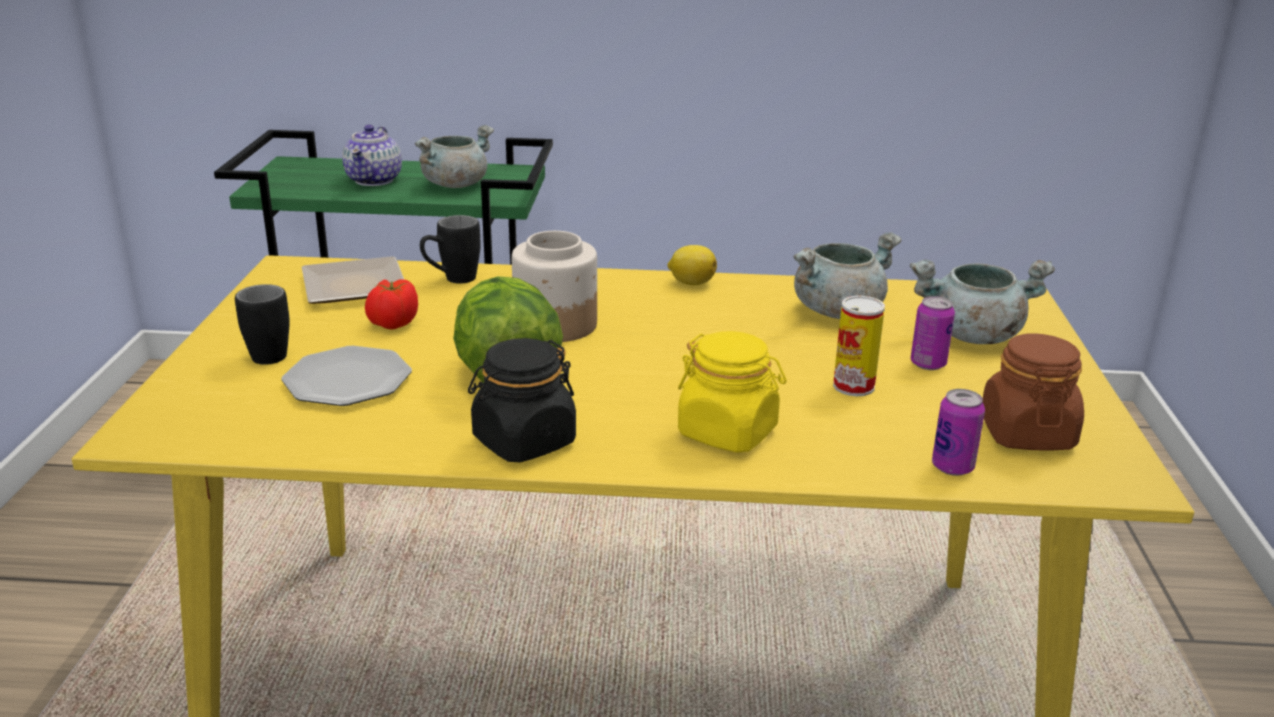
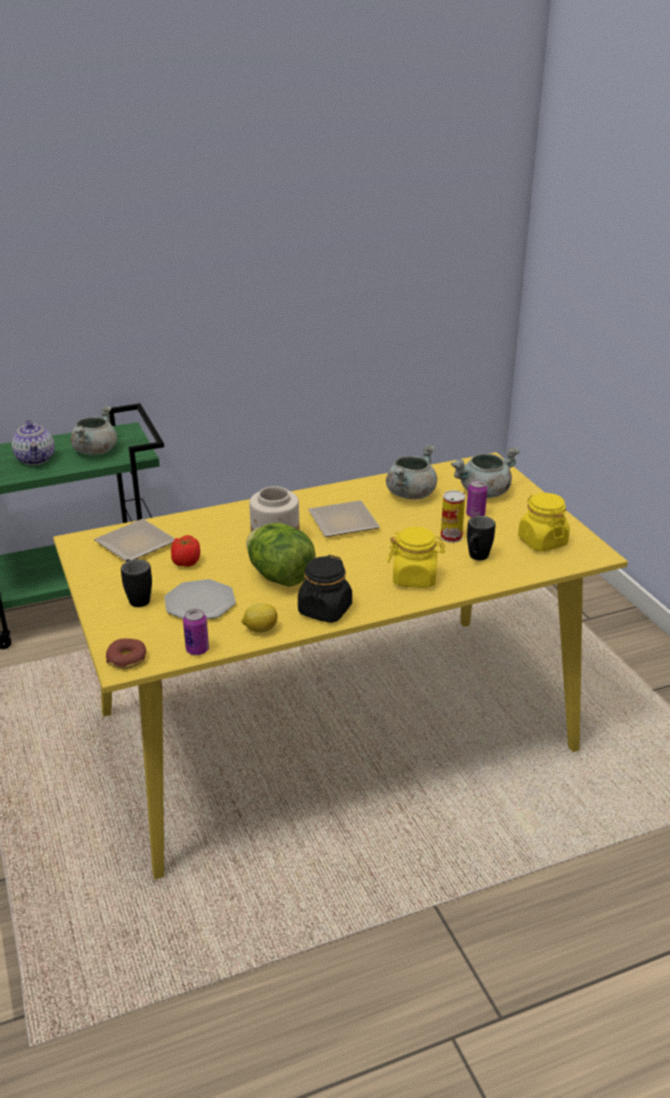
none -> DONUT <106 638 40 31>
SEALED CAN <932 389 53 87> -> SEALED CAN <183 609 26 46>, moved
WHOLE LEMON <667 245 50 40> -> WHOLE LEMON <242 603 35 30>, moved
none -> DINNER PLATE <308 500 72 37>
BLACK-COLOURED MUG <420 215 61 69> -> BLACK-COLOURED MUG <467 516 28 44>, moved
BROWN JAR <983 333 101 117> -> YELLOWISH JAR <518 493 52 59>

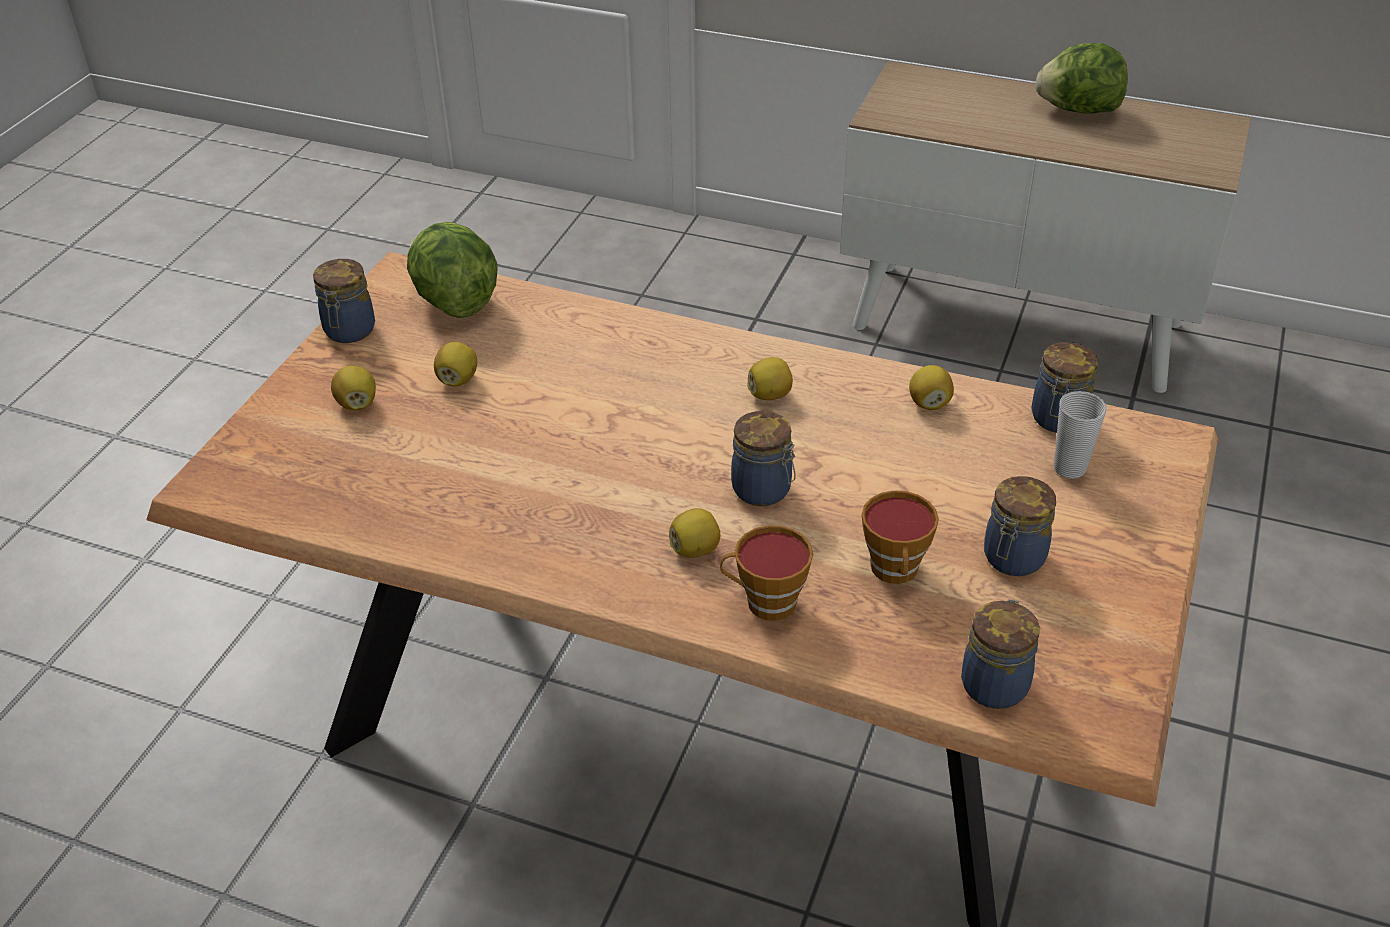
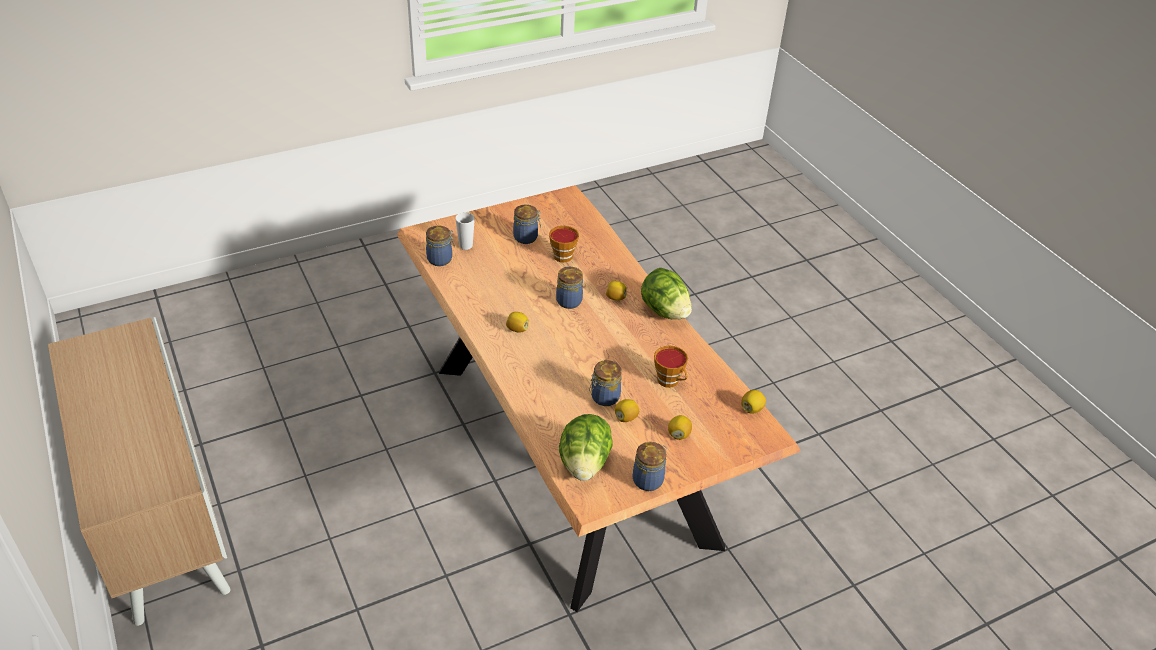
JAR <961 599 79 110> -> JAR <589 360 33 46>, moved
LETTUCE <1036 43 92 71> -> LETTUCE <641 268 51 51>, moved
DRINKING CUP <720 525 93 96> -> DRINKING CUP <654 346 34 42>, moved
WHOLE LEMON <909 365 45 45> -> WHOLE LEMON <741 390 25 23>, moved

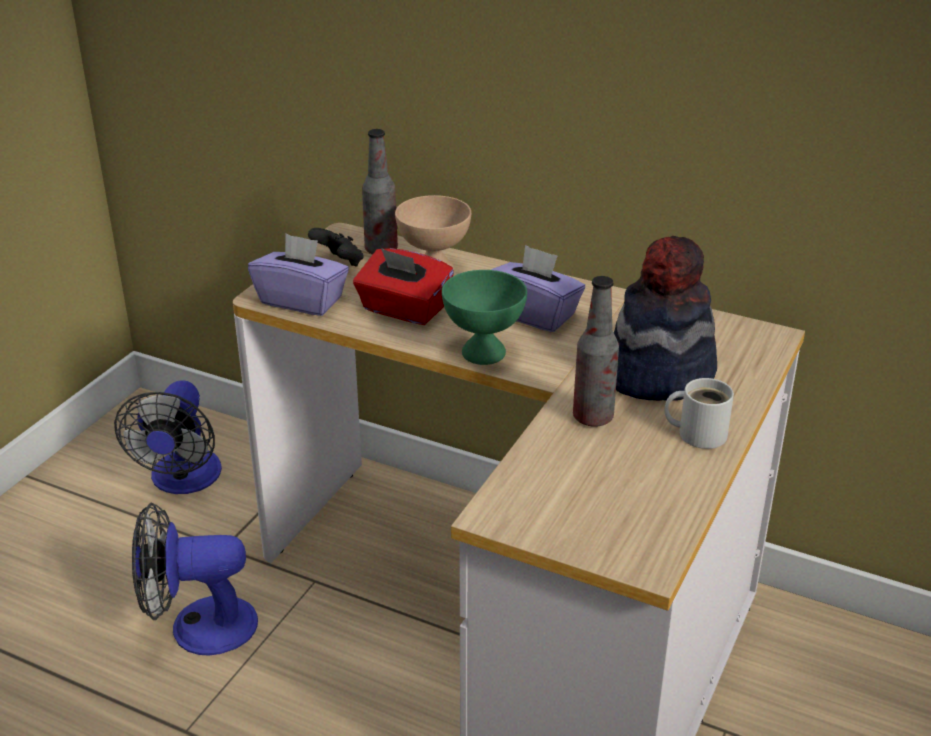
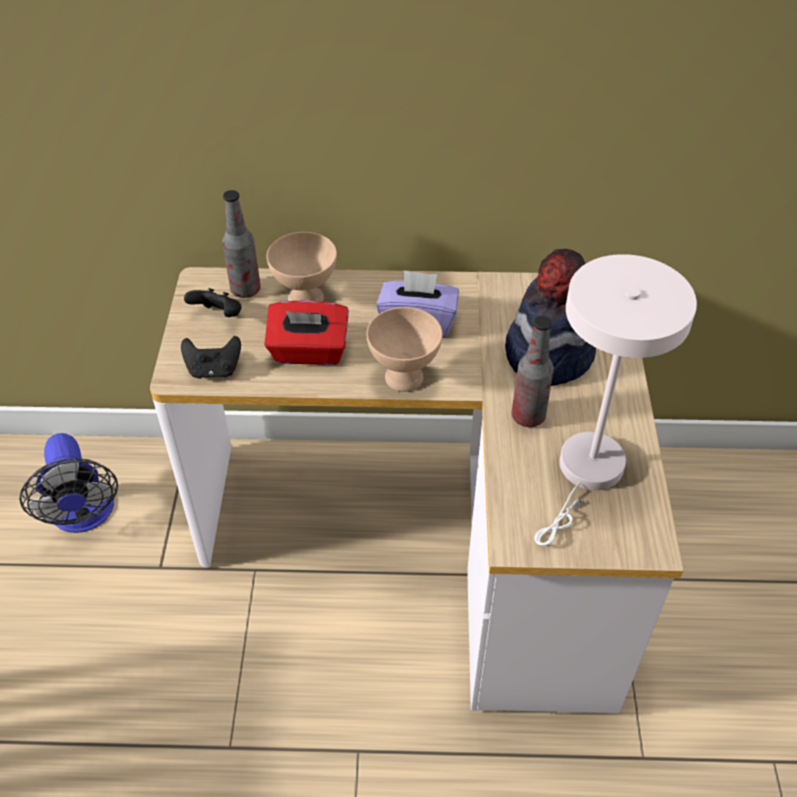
PURPLE TISSUE HOLDER <248 234 101 82> -> BLACK-COLOURED JOYPAD <181 336 60 43>
GREEN-COLOURED DEEP DISH <442 270 85 95> -> SAND-COLOURED DEEP DISH <366 307 76 85>
none -> WHITISH LAMP FOR A TABLE <535 254 162 292>
FAN <132 503 126 153> -> none
WHITISH MUG <664 378 70 71> -> none

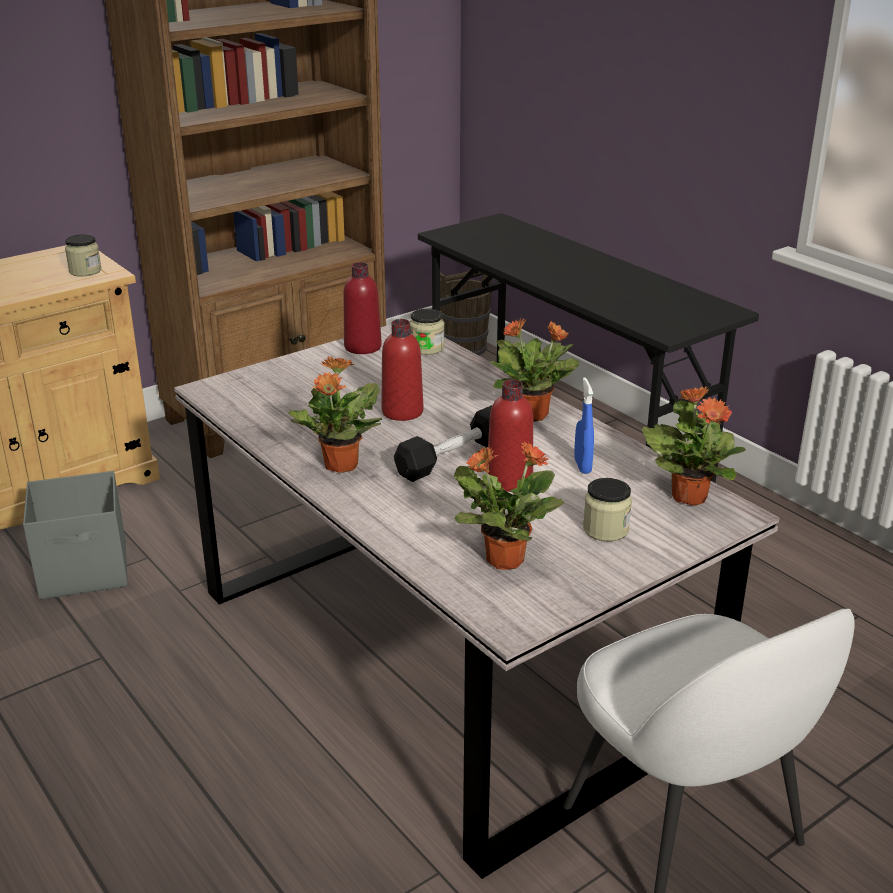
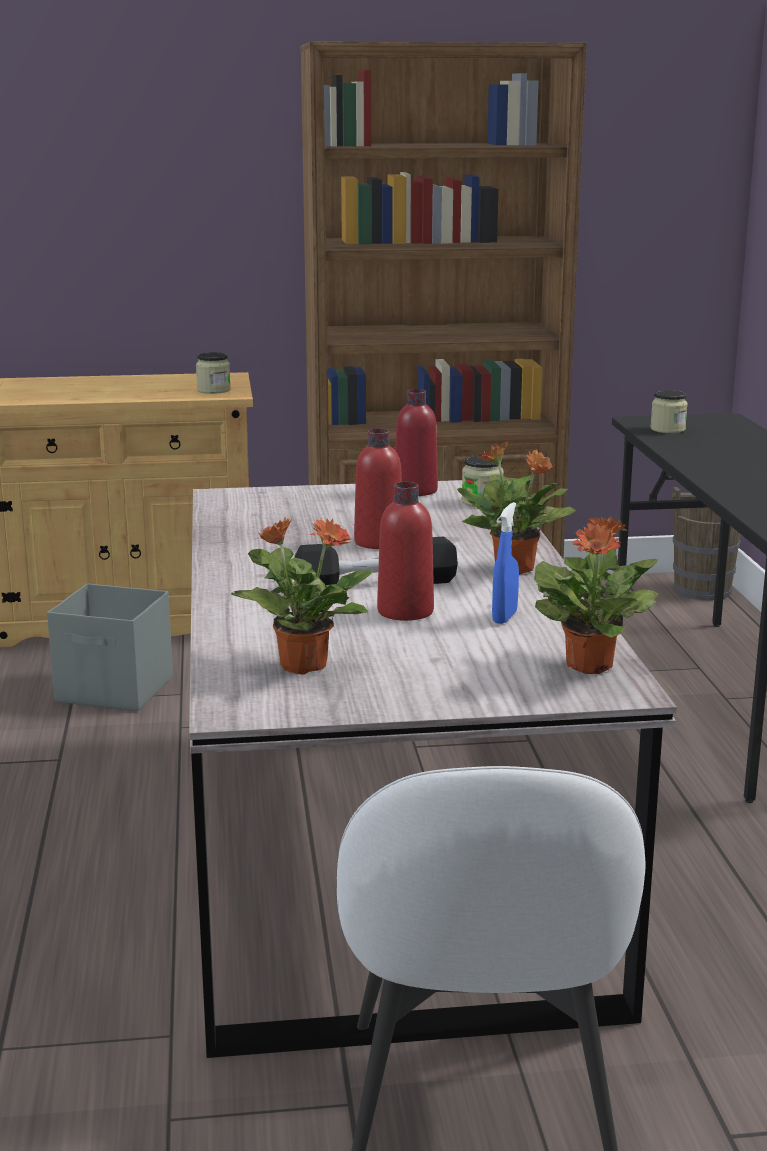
JAR <583 478 49 64> -> JAR <650 390 38 43>, moved
HOUSEPLANT <289 356 93 117> -> none

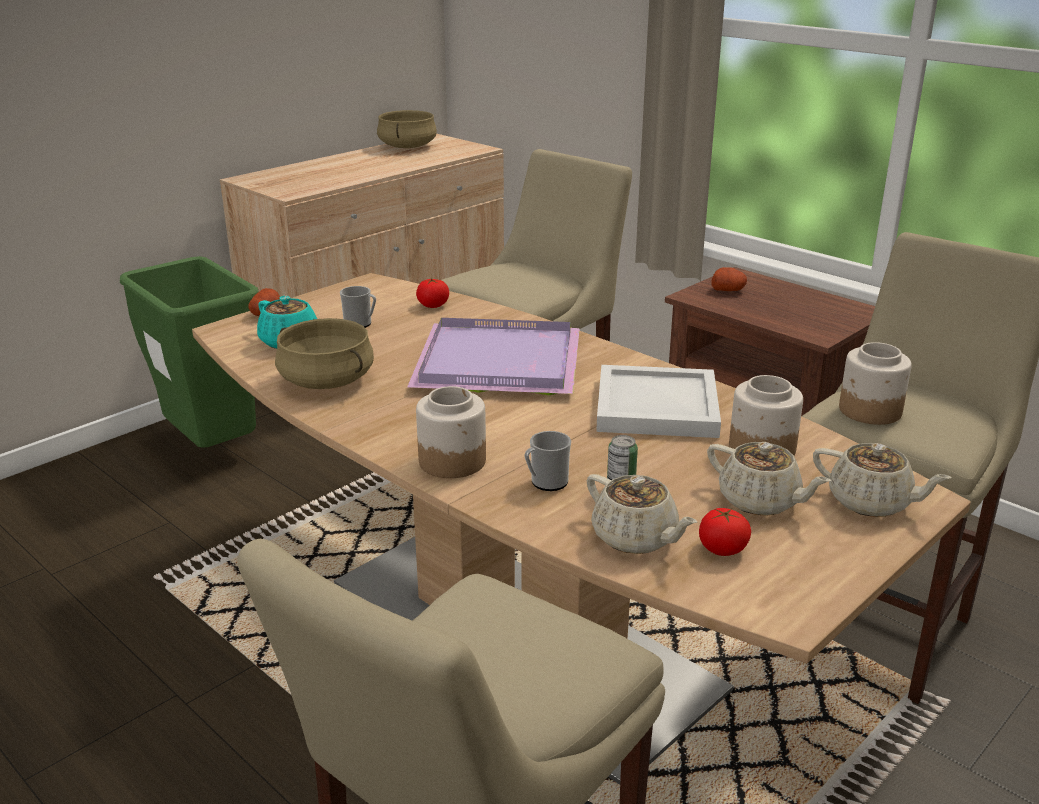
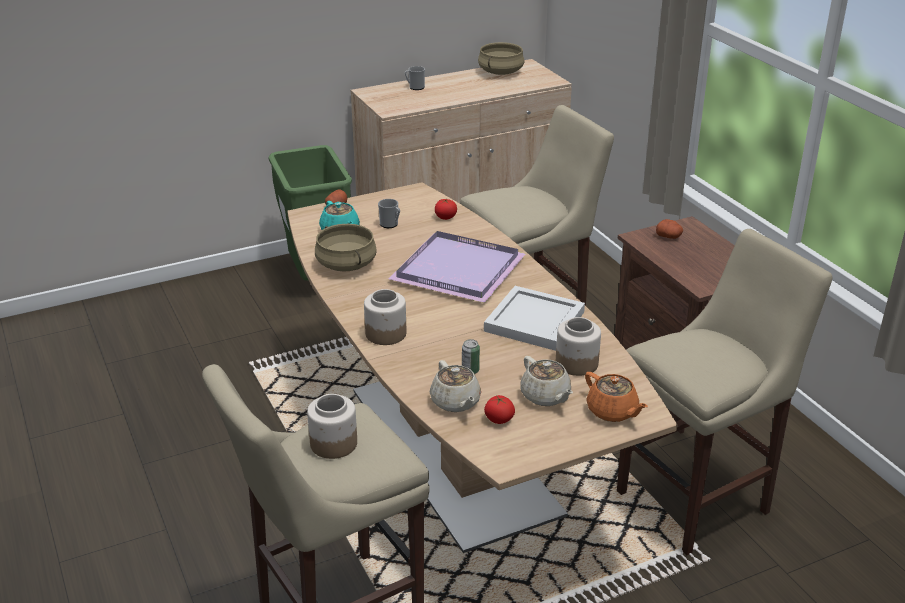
JAR <839 342 73 83> -> JAR <307 394 50 65>, moved
MUG <524 431 47 60> -> MUG <405 66 20 24>, moved
SAND-COLOURED TEAPOT <813 443 139 74> -> ORANGE TEAPOT <585 372 63 50>

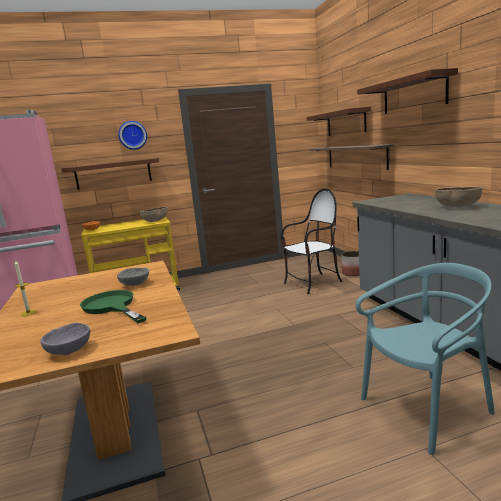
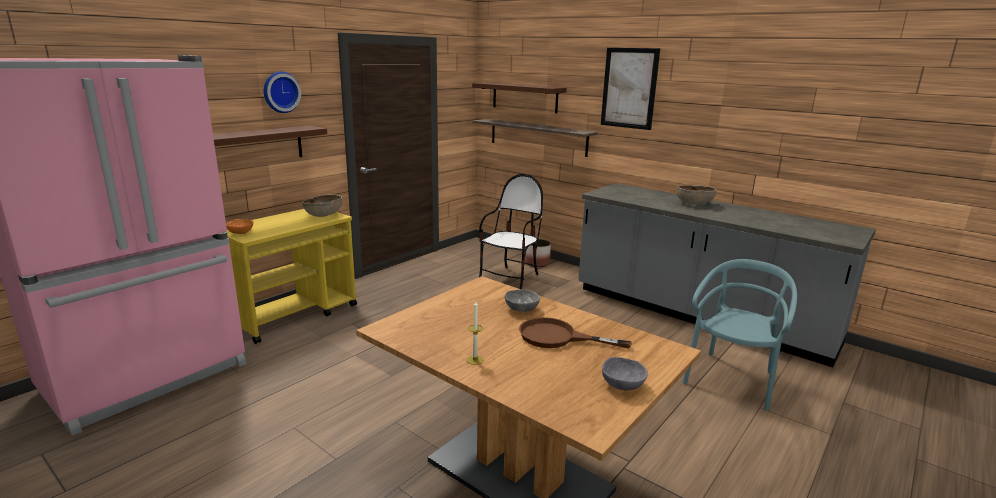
GREEN-COLOURED PAN <80 290 66 33> -> BROWN PAN <519 317 113 32>
BROWN WALL SHELF <357 68 101 46> -> WALL PICTURE <601 47 59 83>

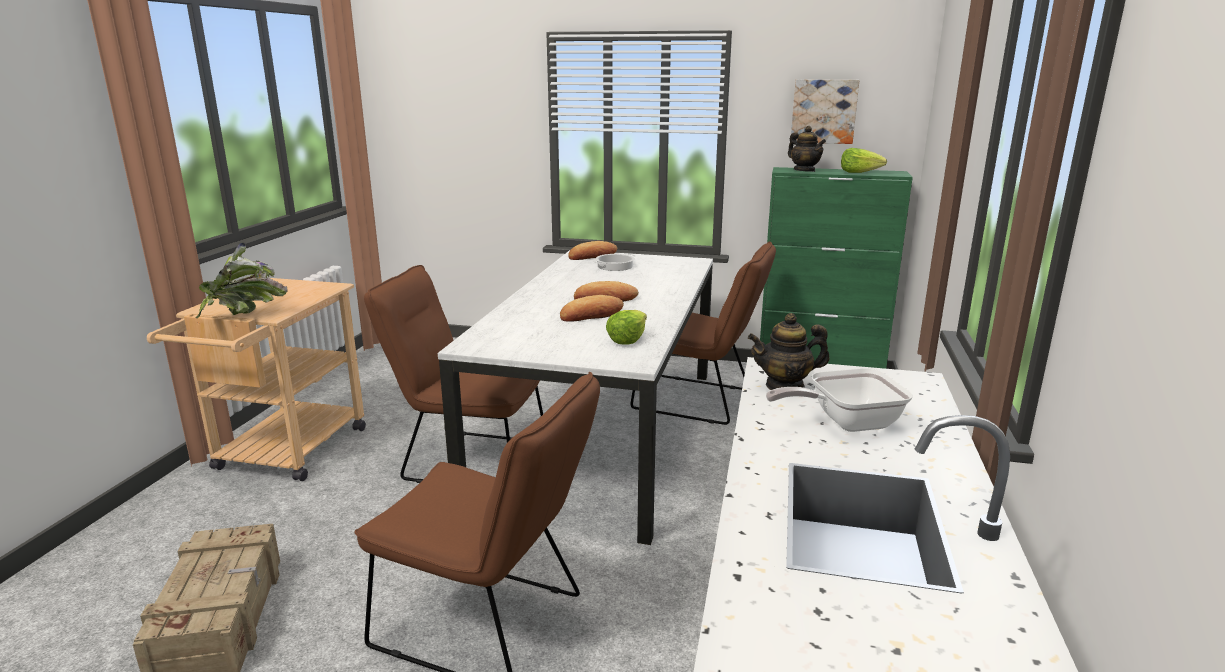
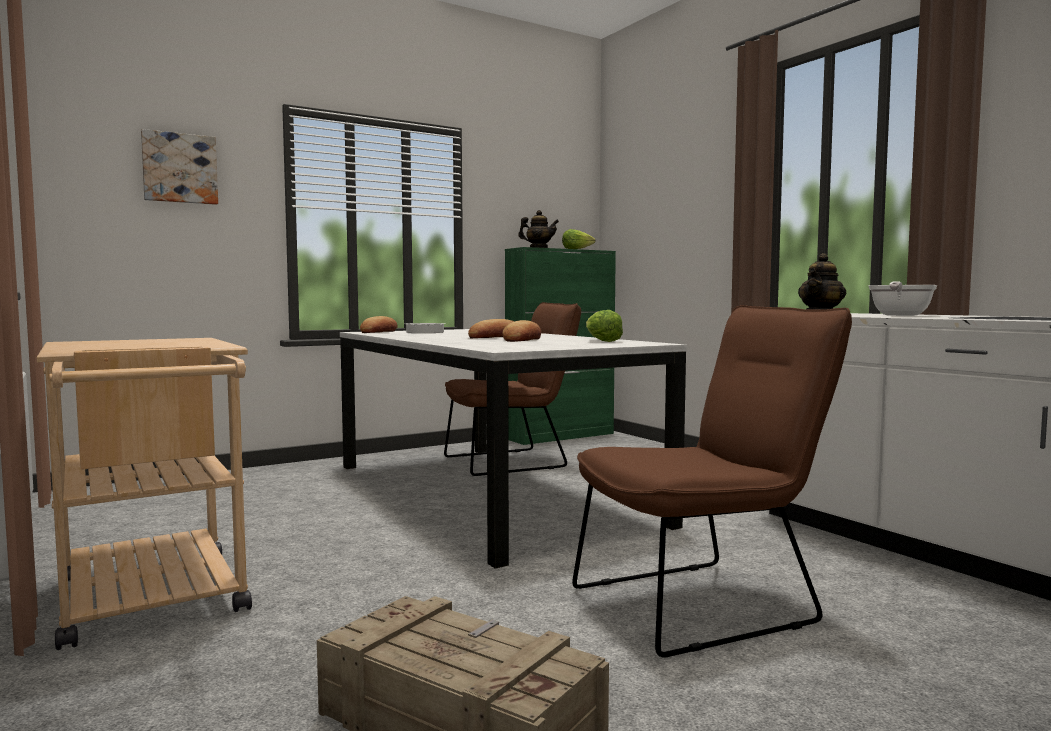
WALL PICTURE <791 79 68 65> -> WALL PICTURE <141 129 77 76>, moved
HOUSEPLANT <196 243 92 75> -> none
BROWN CHAIR <364 265 179 218> -> none

